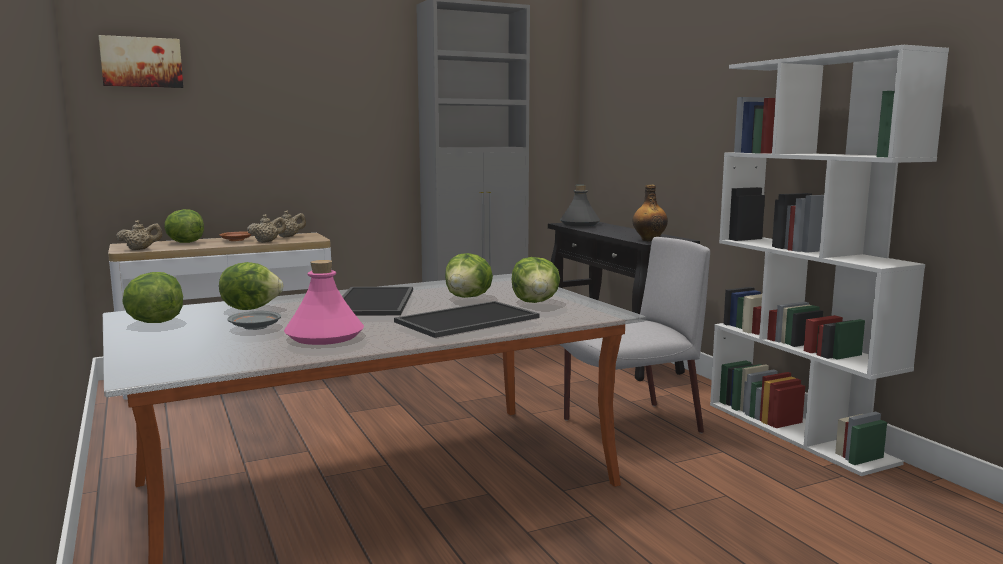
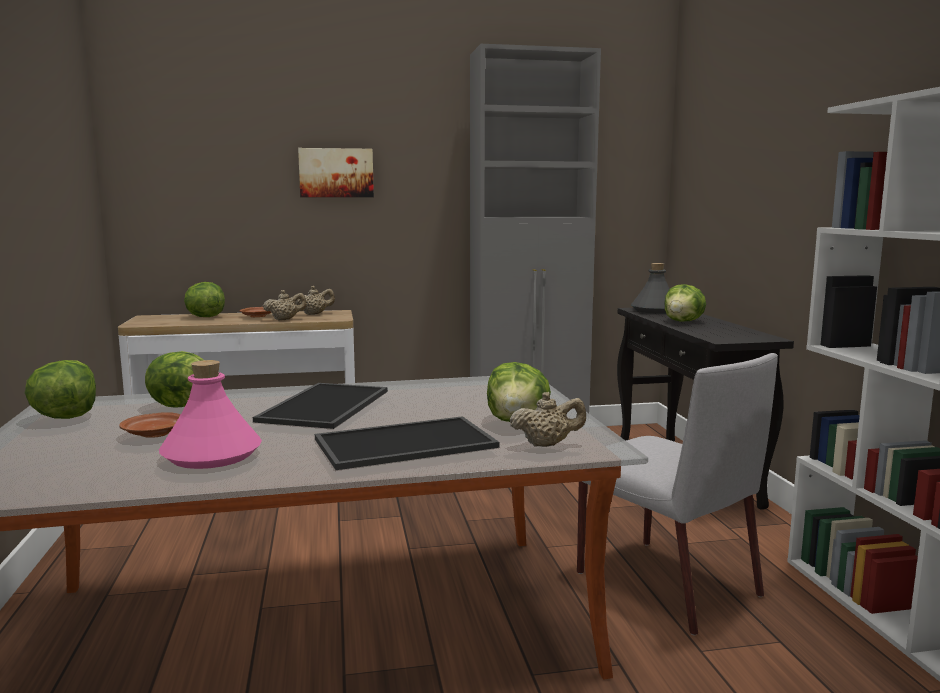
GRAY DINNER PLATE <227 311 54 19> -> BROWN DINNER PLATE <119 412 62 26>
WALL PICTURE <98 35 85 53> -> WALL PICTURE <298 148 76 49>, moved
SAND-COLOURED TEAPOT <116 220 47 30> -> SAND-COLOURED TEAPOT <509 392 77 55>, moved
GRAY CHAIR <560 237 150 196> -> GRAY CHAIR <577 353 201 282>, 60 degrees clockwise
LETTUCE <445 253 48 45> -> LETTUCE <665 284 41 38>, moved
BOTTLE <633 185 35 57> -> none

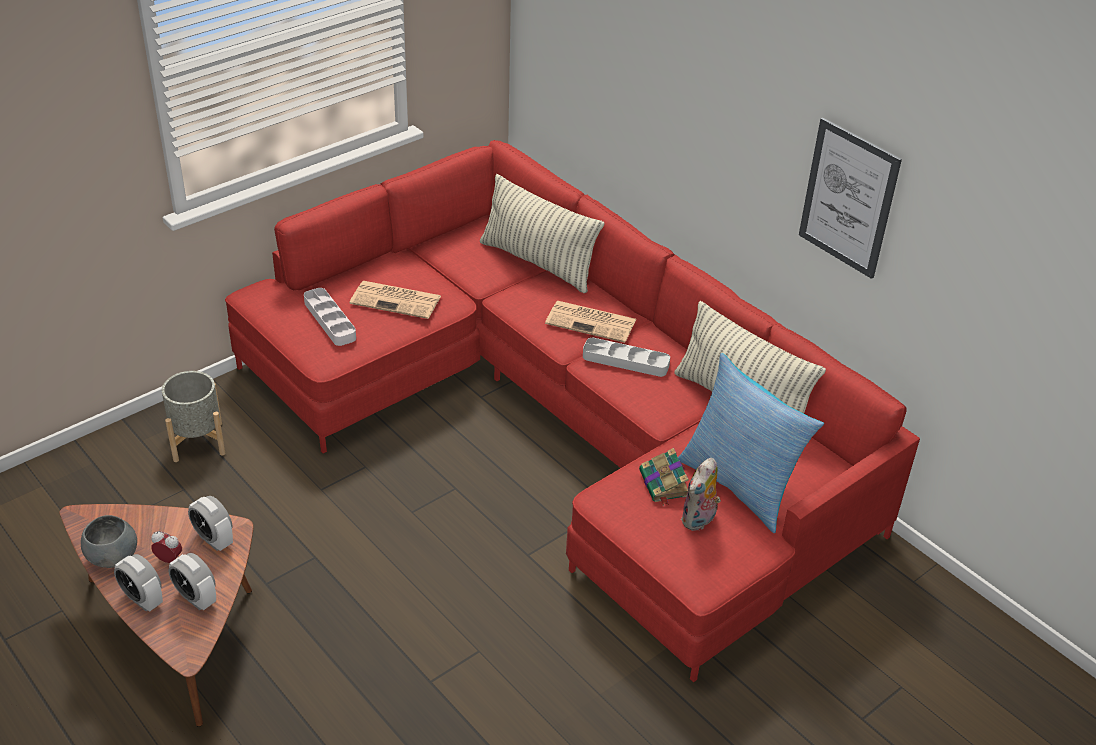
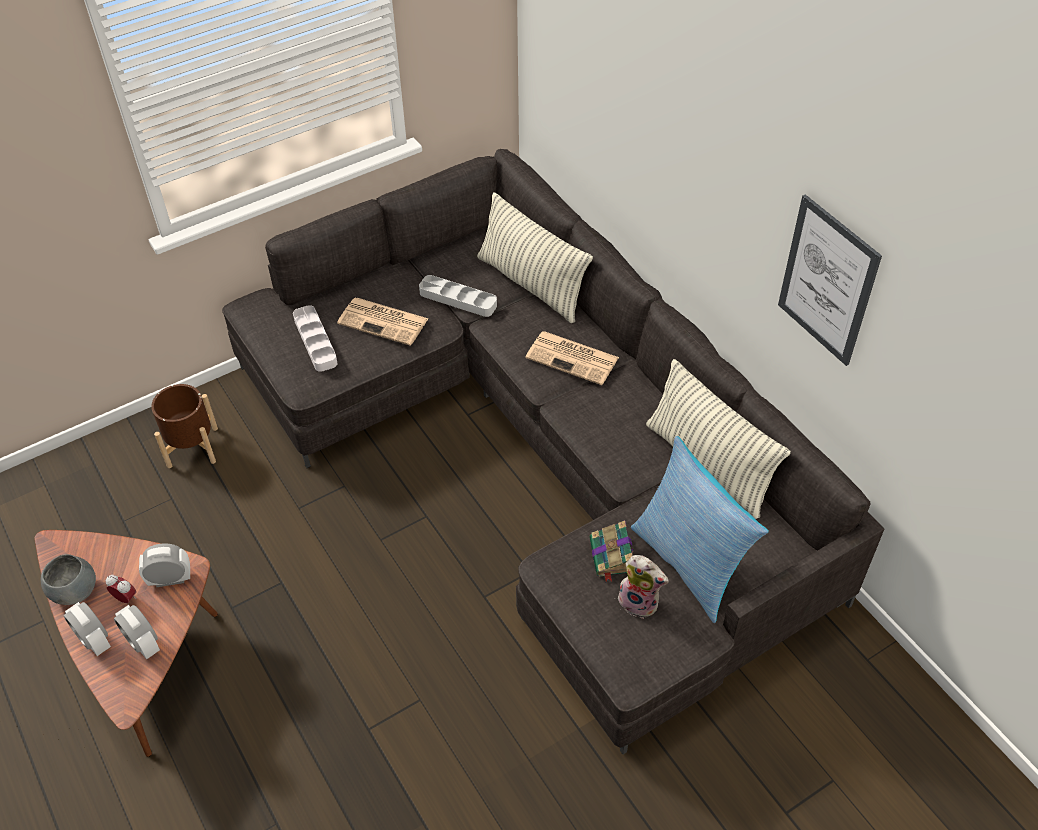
BEDSIDE CLOCK <188 496 45 55> -> BEDSIDE CLOCK <139 543 51 44>, 120 degrees clockwise
GRAY PLANT POT <162 371 63 91> -> BROWN PLANT POT <151 384 67 84>
REDDISH SOFA <225 140 695 542> -> GRAY SOFA <222 149 662 606>
GRAY SERVING TRAY <583 338 87 39> -> GRAY SERVING TRAY <419 275 78 42>, moved
SOFT TOY <681 458 40 73> -> SOFT TOY <618 555 51 64>, 105 degrees counterclockwise

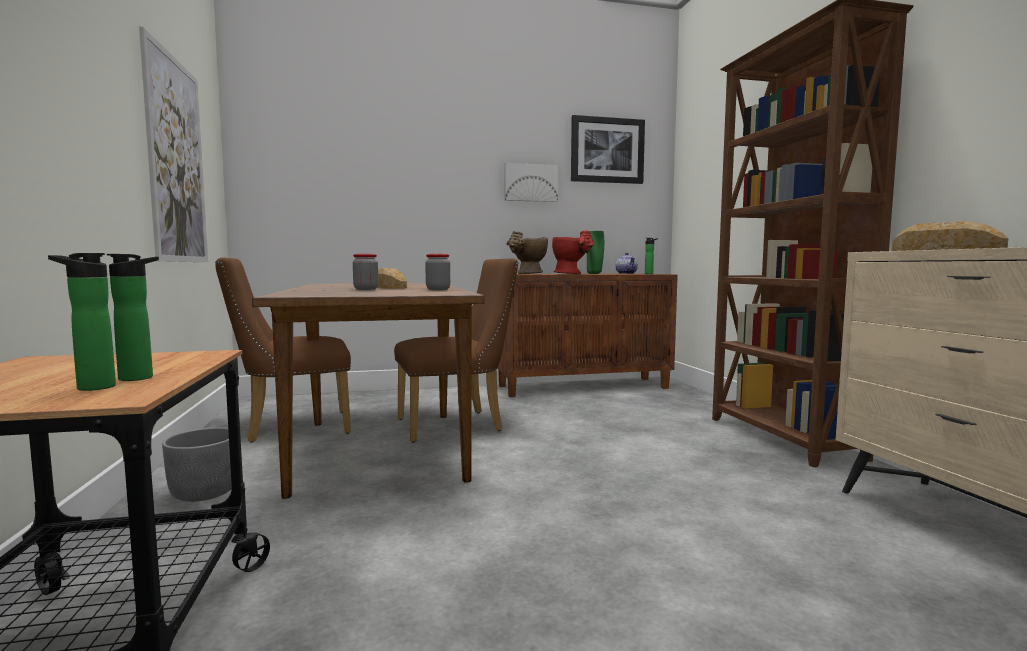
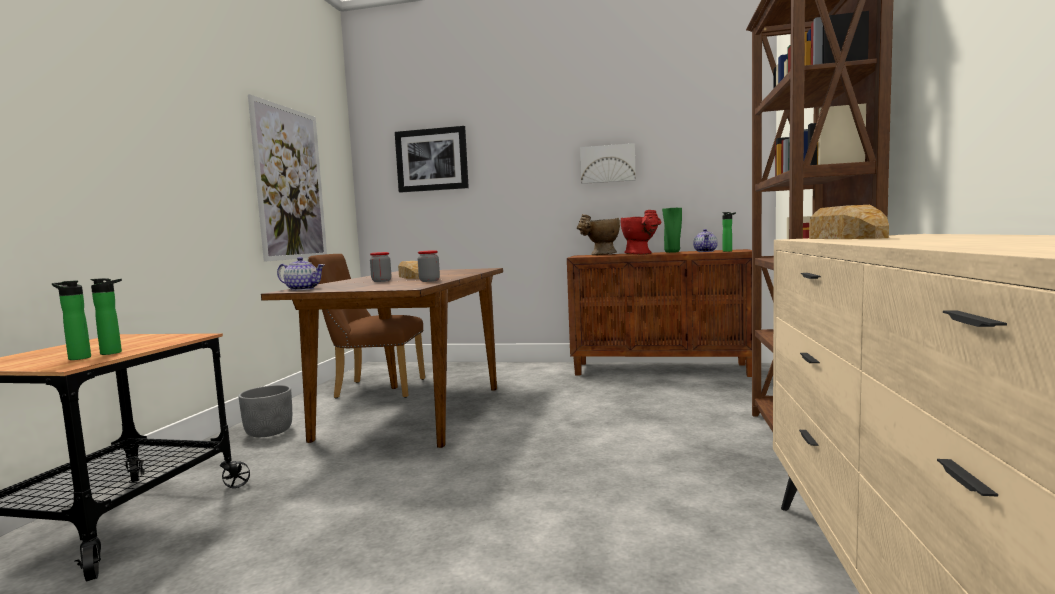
none -> TEAPOT <277 257 48 33>
WALL PICTURE <571 115 74 69> -> WALL PICTURE <395 126 74 67>, moved
BROWN CHAIR <394 258 125 185> -> none

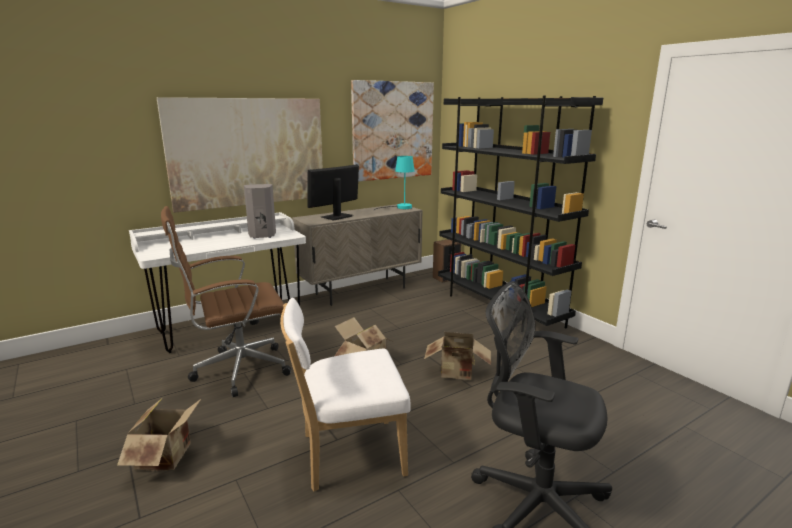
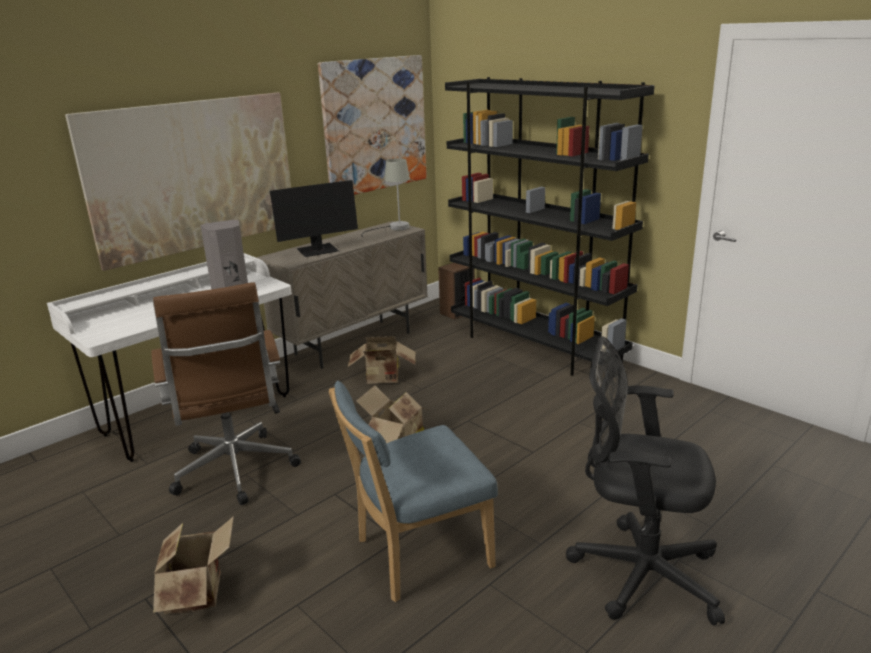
BROWN COMPUTER CHAIR <161 206 130 191> -> BROWN COMPUTER CHAIR <151 282 150 223>, 75 degrees counterclockwise
MONITOR <307 164 52 57> -> MONITOR <270 180 88 77>, 150 degrees counterclockwise
WHITISH CHAIR <280 298 131 193> -> BLUE CHAIR <329 381 169 221>
PACKING BOX <424 332 67 48> -> PACKING BOX <348 336 68 48>, moved
TURQUOISE LAMP FOR A TABLE <374 156 40 54> -> GRAY LAMP FOR A TABLE <361 158 49 79>

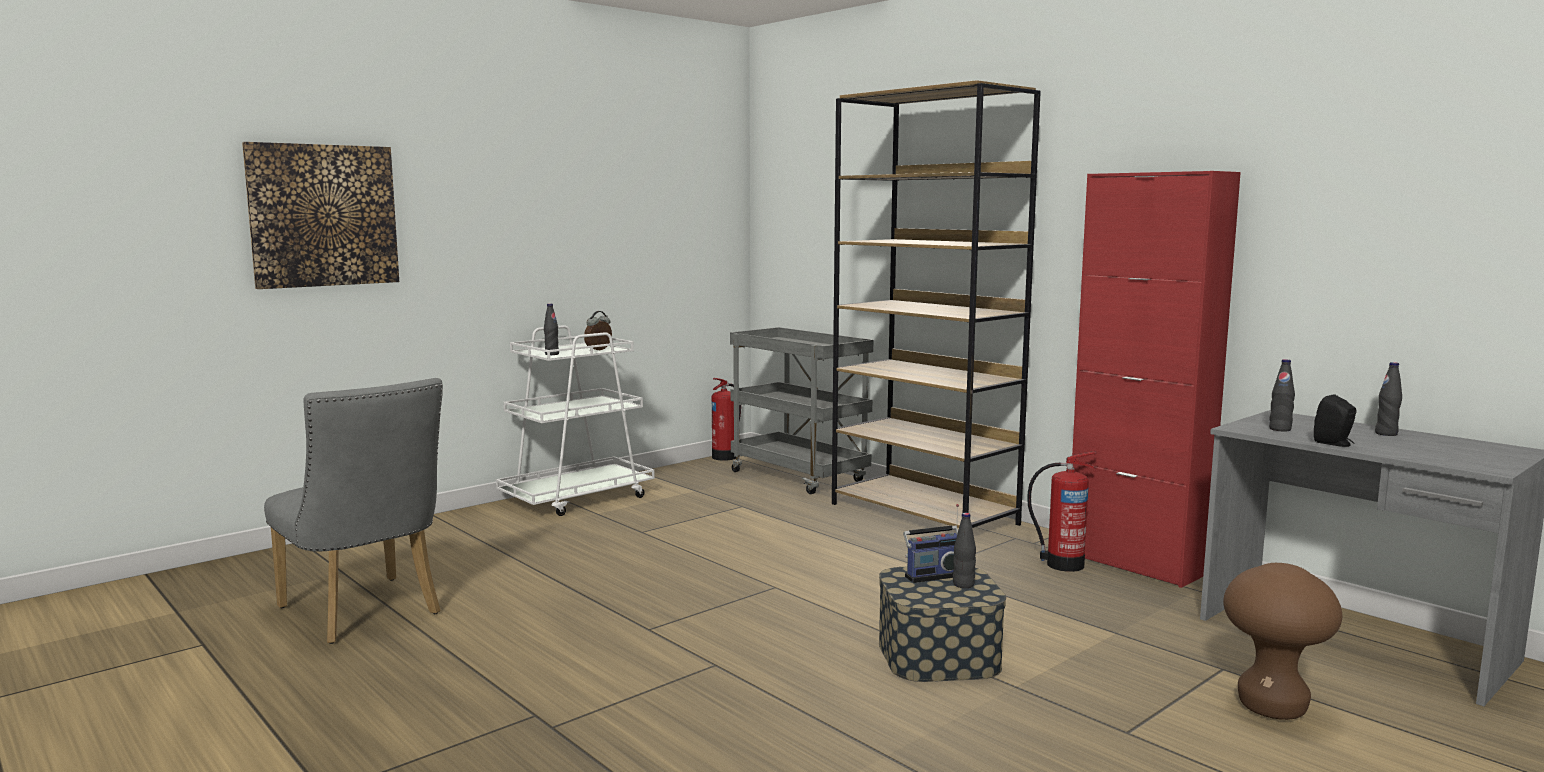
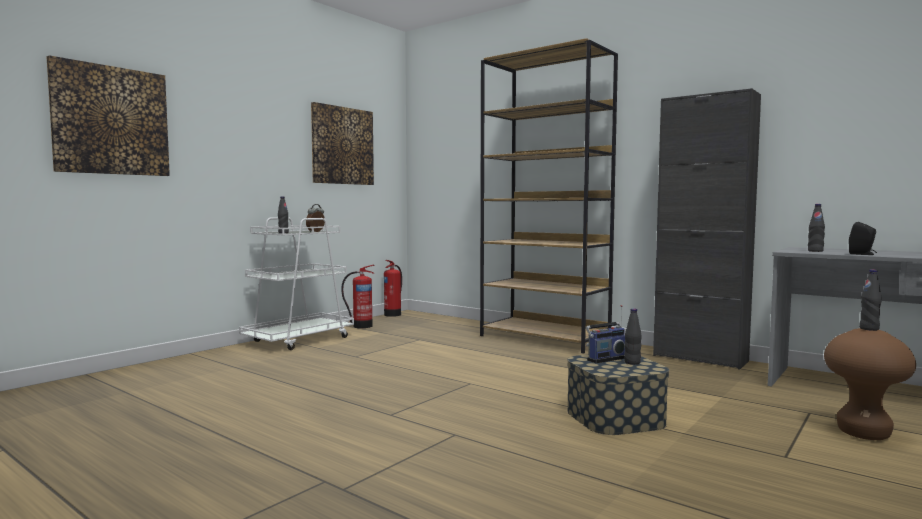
none -> WALL PICTURE <311 102 63 83>
FIRE EXTINGUISHER <1027 451 69 121> -> FIRE EXTINGUISHER <341 265 33 63>, moved
REDDISH CABINET <1072 171 169 417> -> BLACK-COLOURED CABINET <653 88 108 282>
BLACK-COLOURED BOTTLE <1375 362 27 74> -> BLACK-COLOURED BOTTLE <859 270 23 61>, moved
GRAY CHAIR <264 378 179 266> -> none
GRAY WHEELED CART <730 327 143 167> -> none

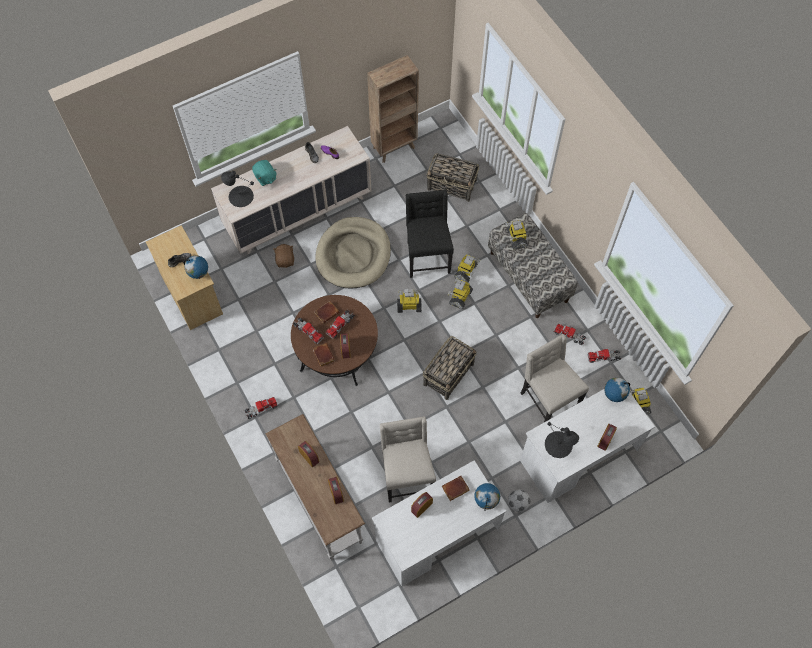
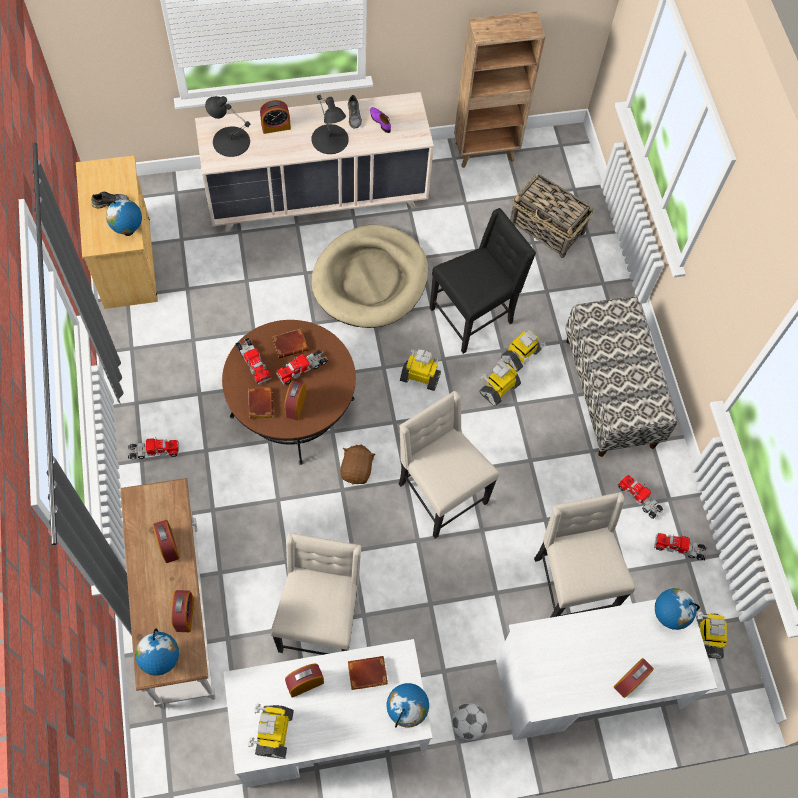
none -> WORLD GLOBE <135 629 44 47>
MODEL ROBOT <505 220 23 29> -> MODEL ROBOT <248 704 46 55>, moved
TURQUOISE SOFT TOY <252 160 25 26> -> BEDSIDE CLOCK <260 100 31 34>
BLACK-COLOURED LAMP FOR A TABLE <545 422 34 36> -> BLACK-COLOURED LAMP FOR A TABLE <312 95 37 59>, moved
BROWN SOFT TOY <273 244 21 24> -> BROWN SOFT TOY <340 444 36 40>, moved
BASKET <423 336 54 64> -> SAND-COLOURED CHAIR <399 391 100 148>
BLACK-COLOURED CHAIR <406 190 48 88> -> BLACK-COLOURED CHAIR <430 208 106 146>, 45 degrees clockwise

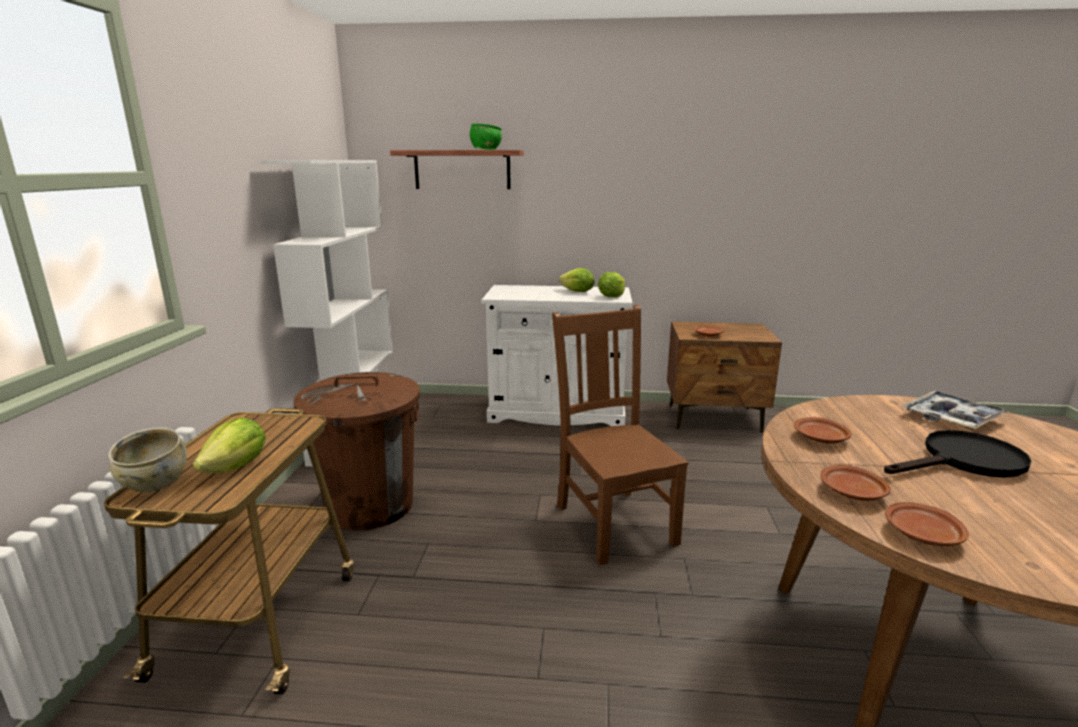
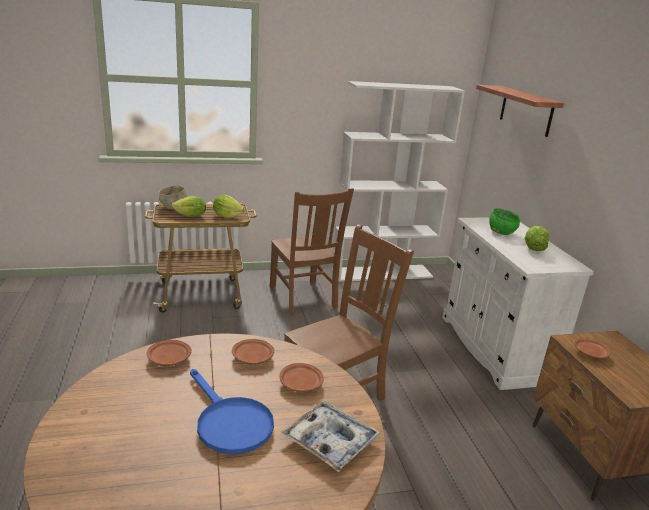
BLACK-COLOURED PAN <884 430 148 48> -> BLUE PAN <190 369 84 86>
LETTUCE <598 272 27 25> -> LETTUCE <213 195 32 23>, moved
BROWN RUBBISH BIN <294 372 126 158> -> BROWN CHAIR <270 188 84 127>
BROWN DINNER PLATE <885 502 84 44> -> BROWN DINNER PLATE <280 363 44 29>, moved
GREEN-COLOURED DEEP DISH <470 124 32 26> -> GREEN-COLOURED DEEP DISH <489 208 32 27>, moved

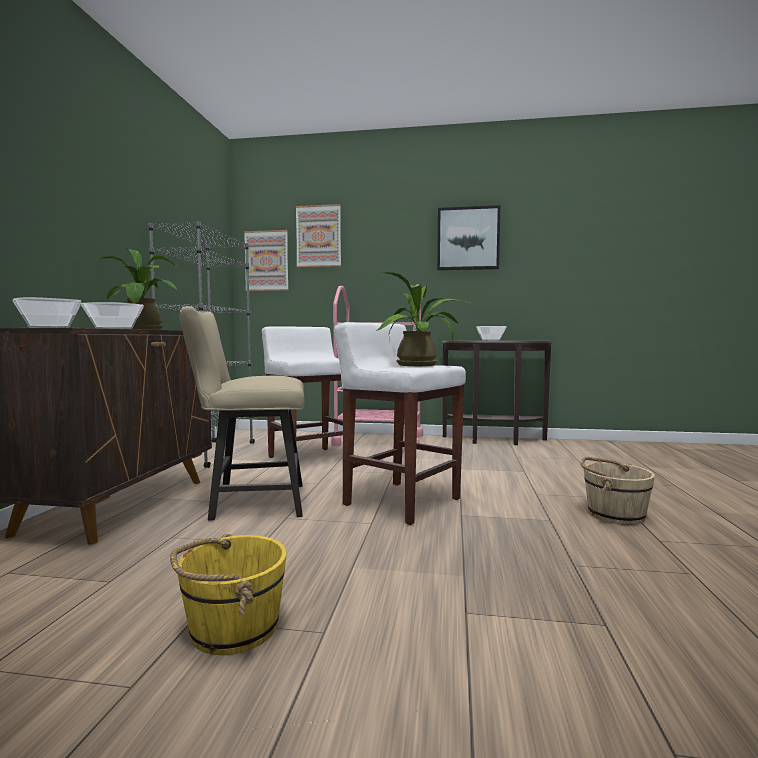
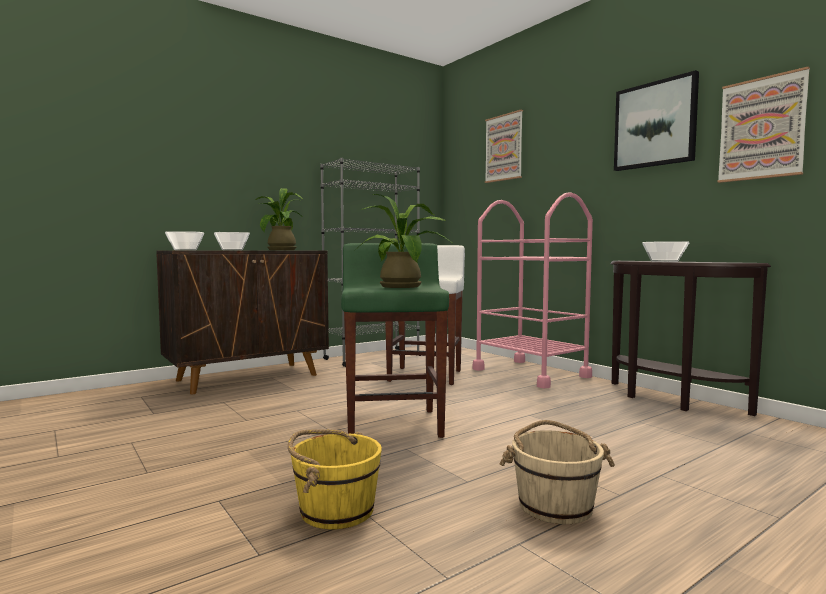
YELLOWISH WATER BUCKET <170 534 117 121> -> YELLOWISH WATER BUCKET <288 429 94 100>, moved
WHITISH STOOL <334 322 132 203> -> GREEN-COLOURED STOOL <341 243 108 195>
WALL PICTURE <244 230 45 61> -> WALL PICTURE <718 67 92 116>, moved
SAND-COLOURED CHAIR <179 306 125 215> -> none

